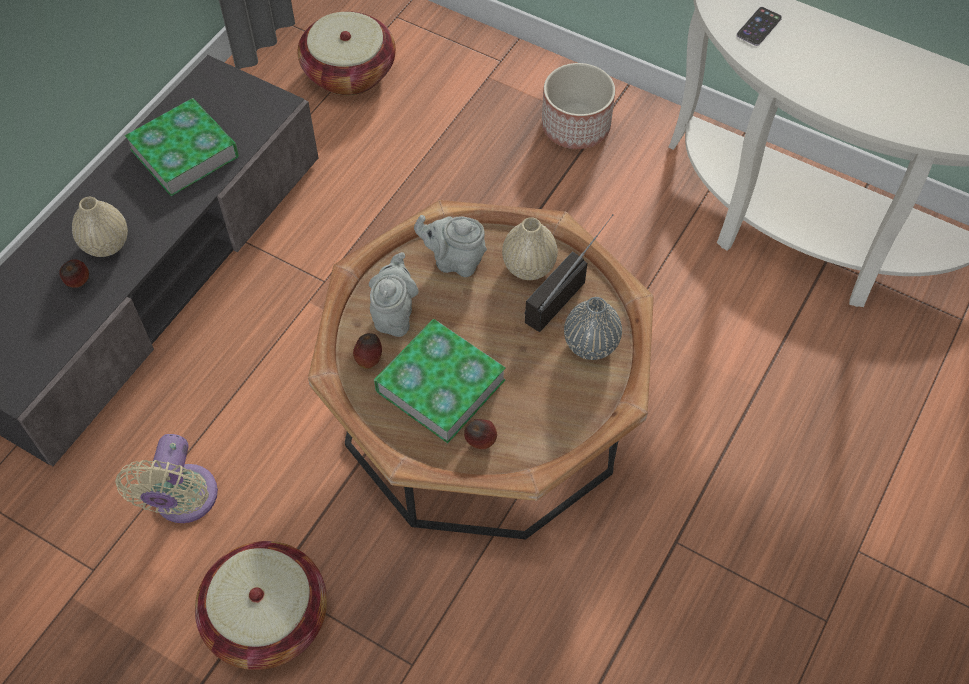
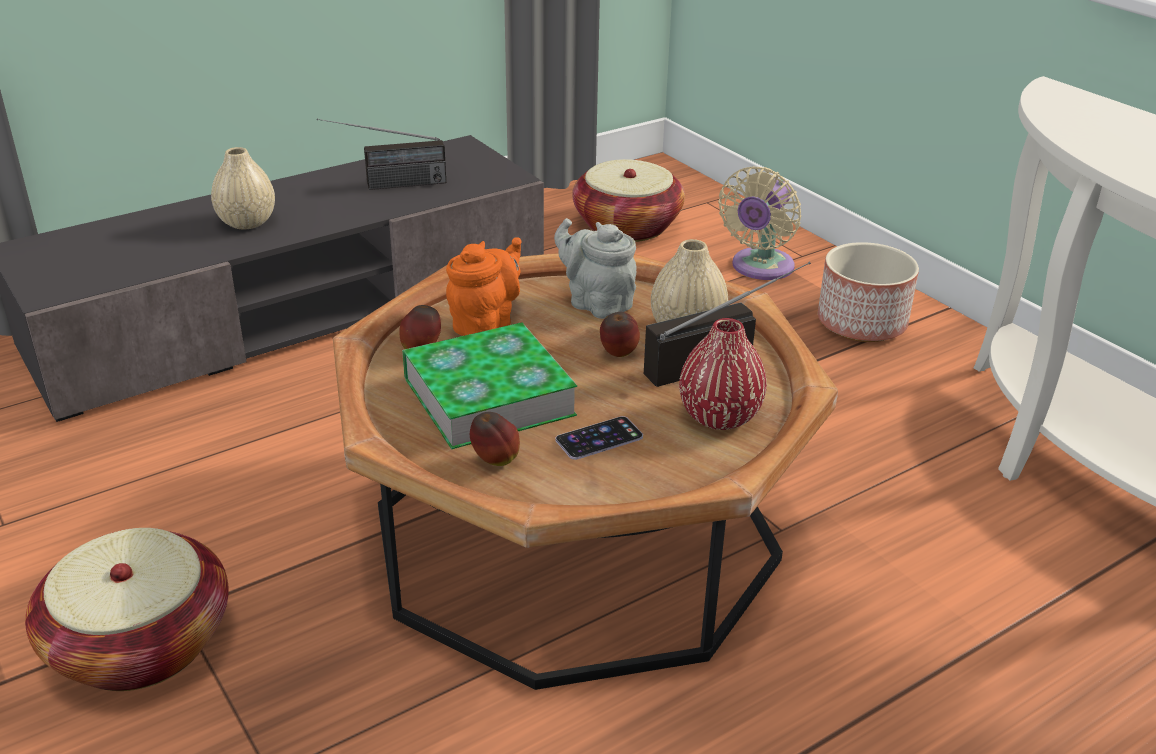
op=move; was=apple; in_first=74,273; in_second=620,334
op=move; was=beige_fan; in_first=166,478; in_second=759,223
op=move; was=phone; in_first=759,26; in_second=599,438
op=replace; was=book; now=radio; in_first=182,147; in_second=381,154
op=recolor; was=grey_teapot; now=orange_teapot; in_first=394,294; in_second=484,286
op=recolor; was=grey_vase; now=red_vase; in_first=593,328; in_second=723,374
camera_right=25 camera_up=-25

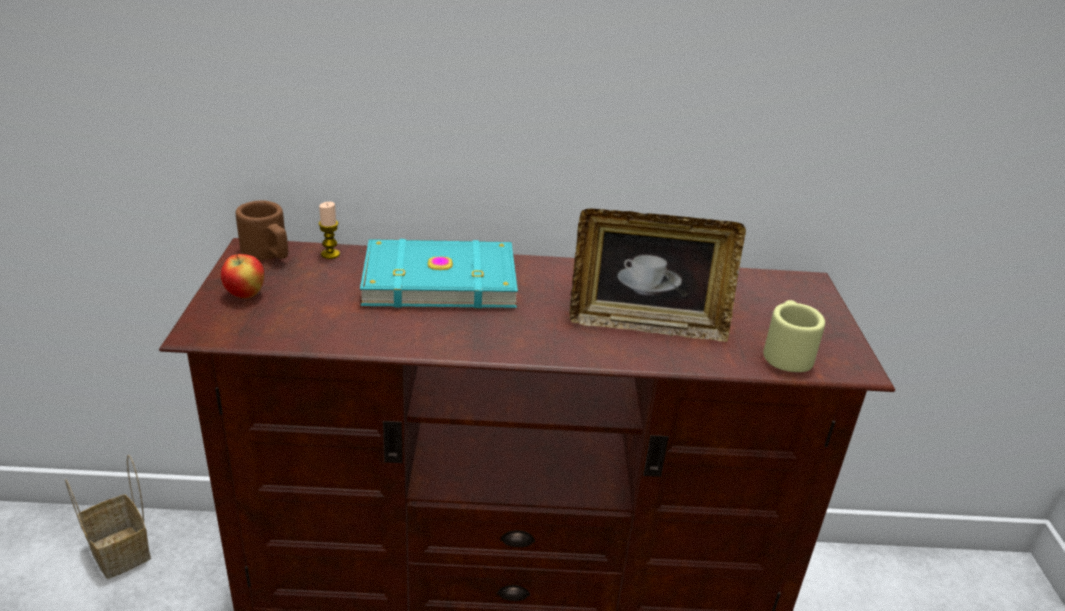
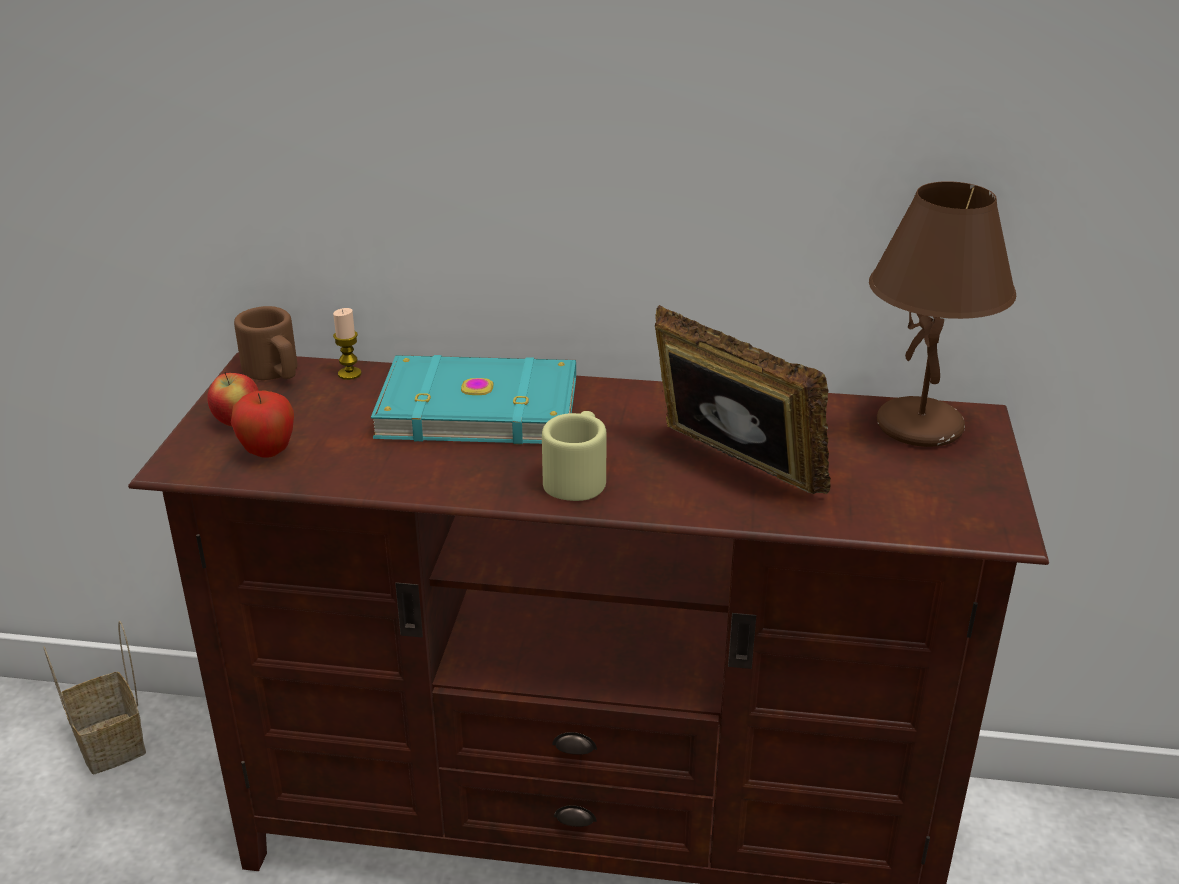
op=insert; now=apple; in_second=262,424
op=insert; now=brown_table_lamp; in_second=942,314
op=move; was=beige_mug; in_first=794,336; in_second=574,456
op=rotate; was=picture_frame; in_first=658,275; in_second=743,399; clockwise=-150
camera_right=10 camera_up=0

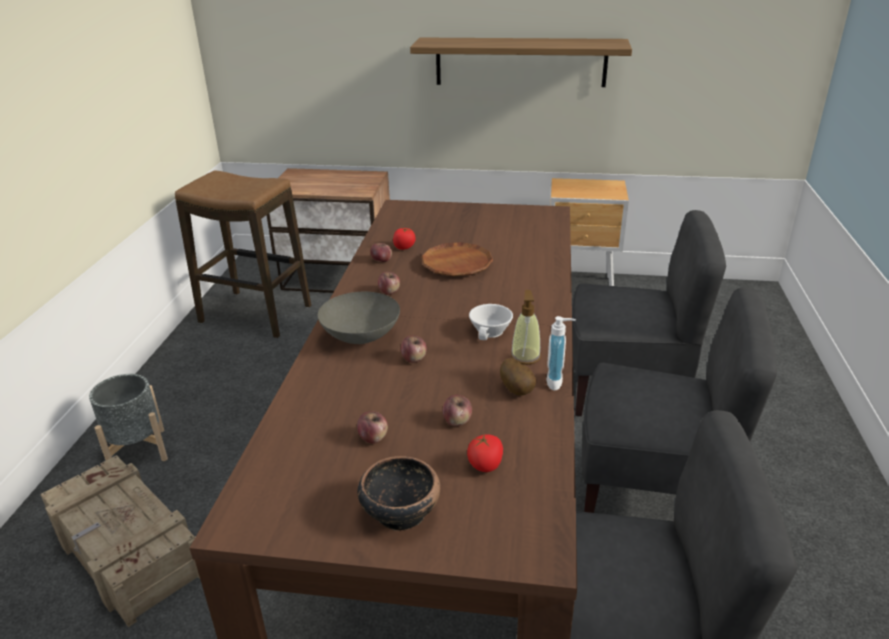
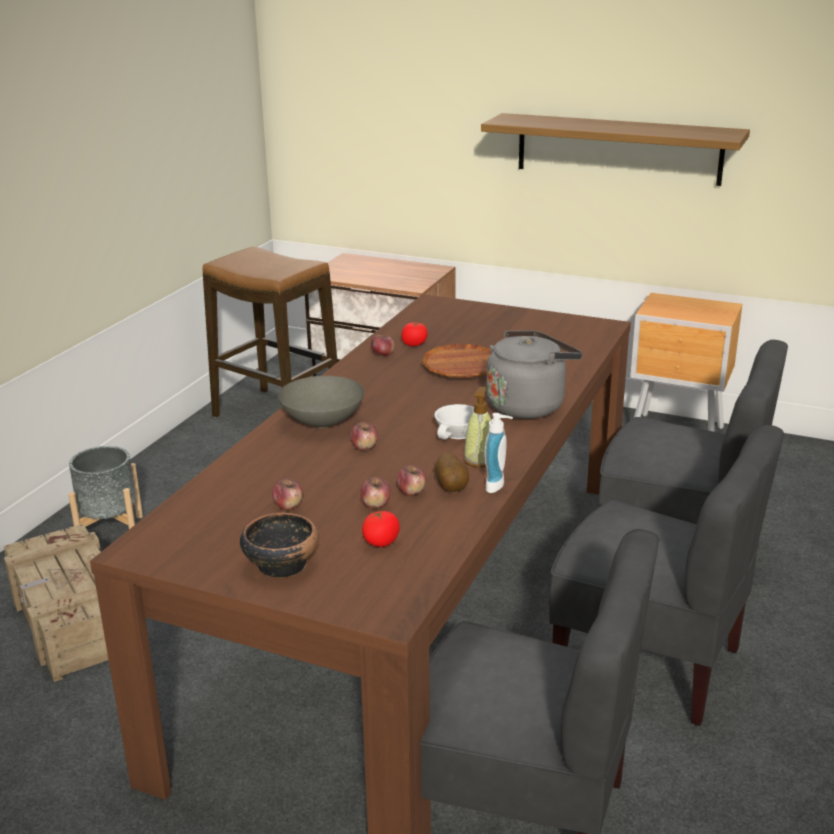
op=insert; now=grey_kettle; in_second=534,374
op=move; was=apple; in_first=389,283; in_second=411,480
camera_right=15 camera_up=-5

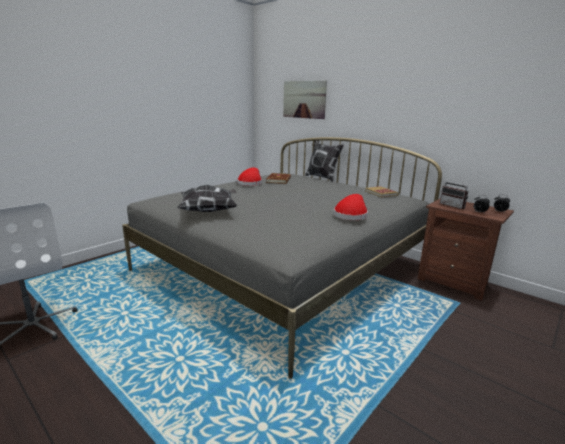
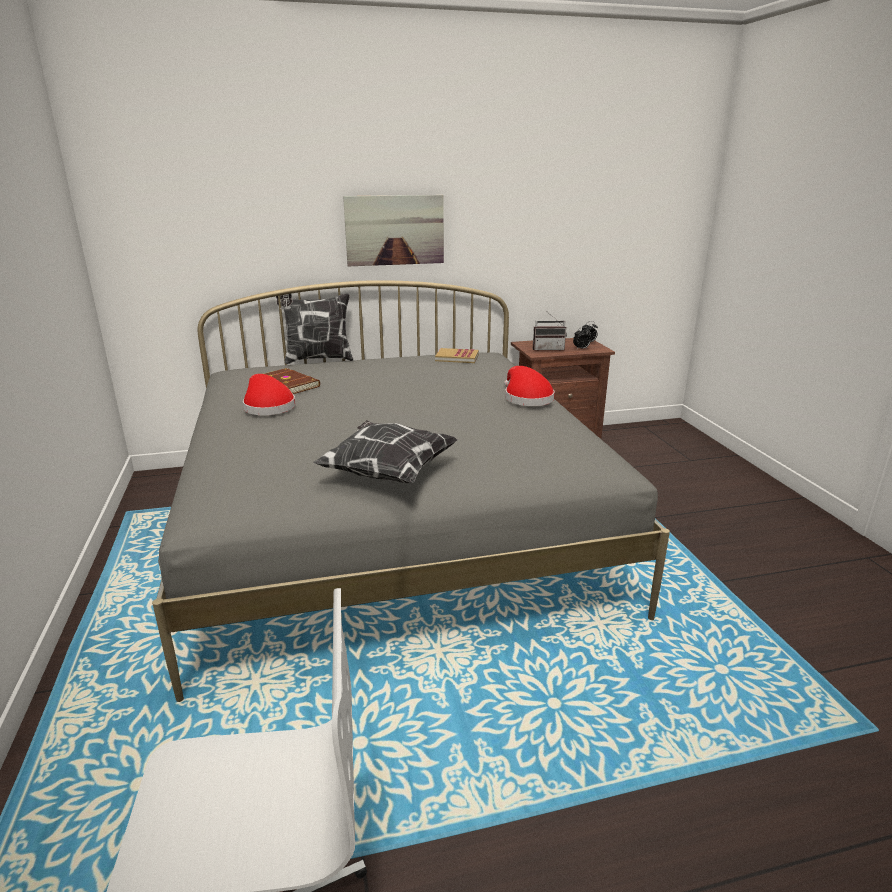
op=move; was=picture; in_first=305,99; in_second=393,230
camera_right=-55 camera_up=5

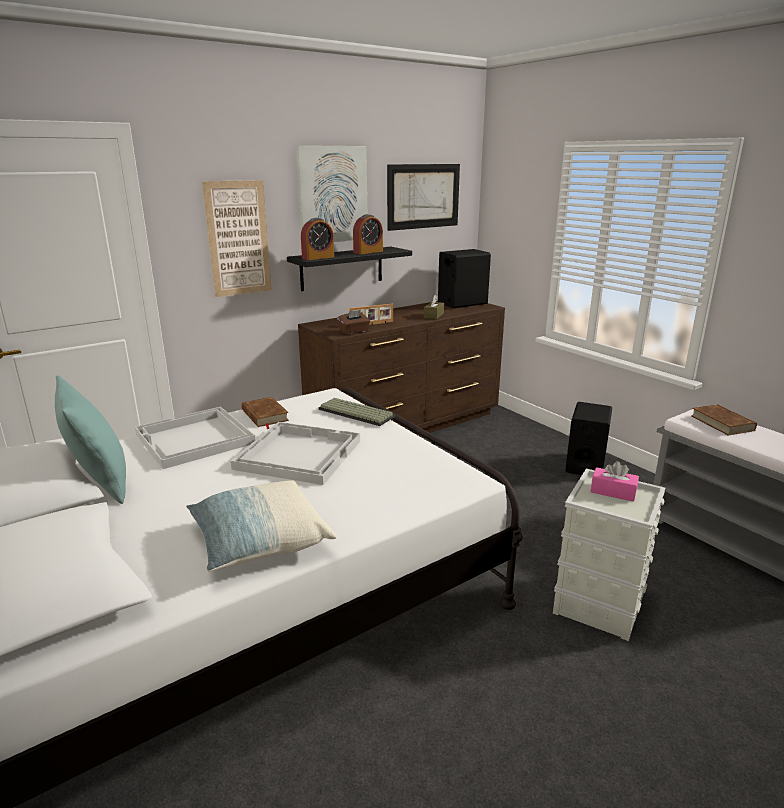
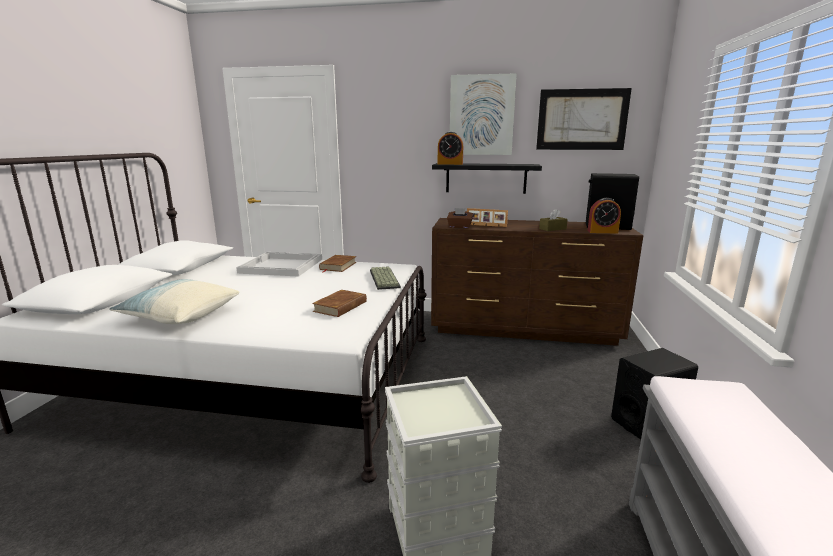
op=delete; was=turquoise_pillow; in_first=90,439
op=delete; was=picture; in_first=237,238
op=delete; was=white_tray; in_first=295,453
op=delete; was=pink_tissue_box; in_first=614,481
op=move; was=alarm_clock; in_first=368,234; in_second=604,215
op=move; was=brown_book; in_first=724,419; in_second=339,303
camera_right=45 camera_up=-5

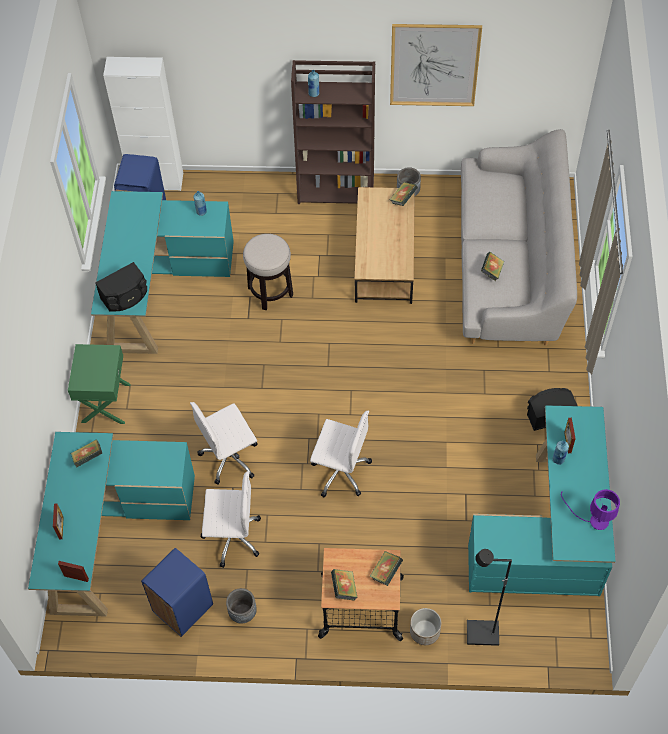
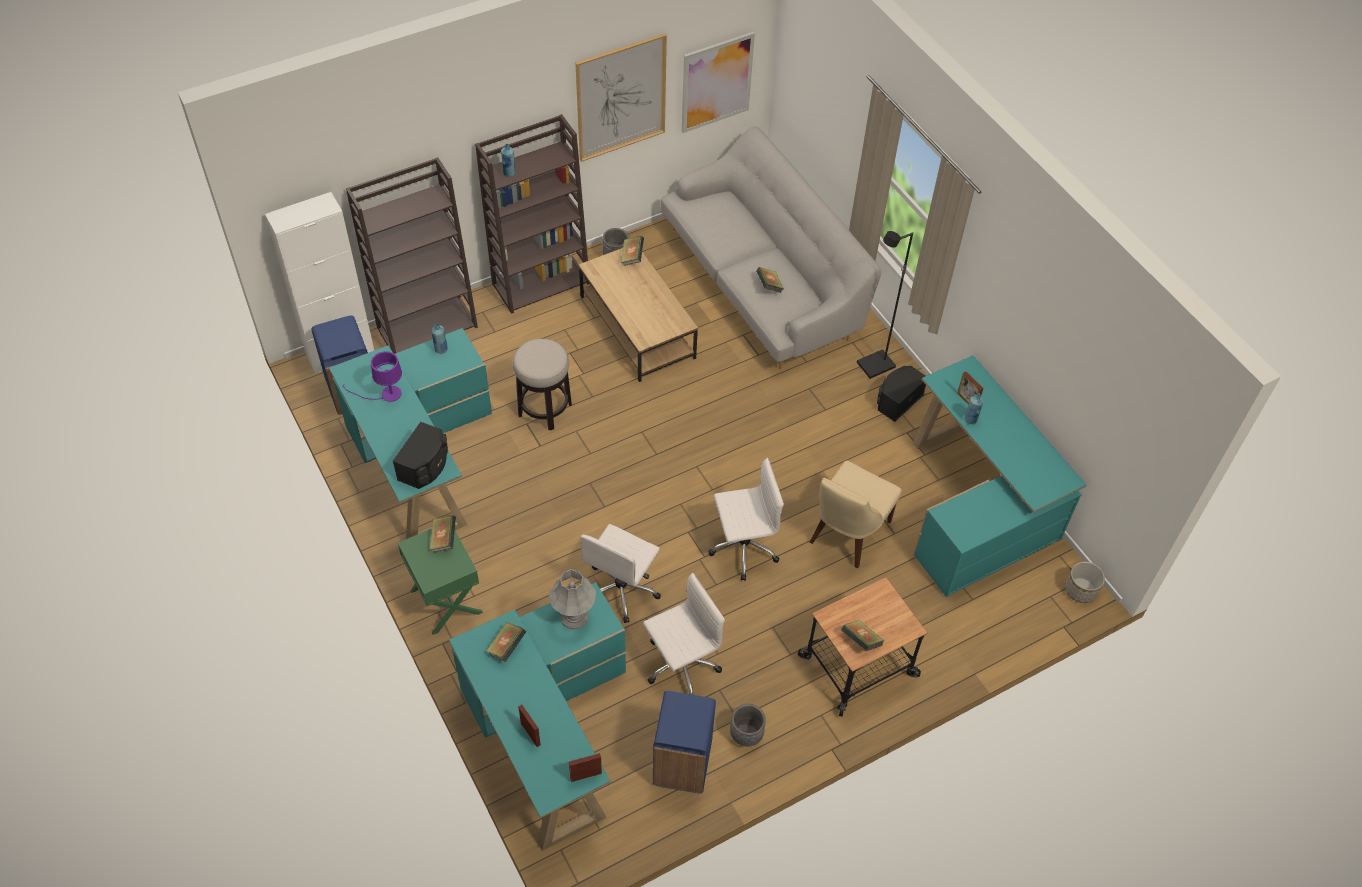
op=insert; now=brown_bookcase; in_second=412,255
op=insert; now=grey_table_lamp; in_second=572,599
op=insert; now=picture; in_second=718,82
op=insert; now=beige_chair; in_second=856,514
op=move; was=book; in_first=386,568; in_second=442,533
op=move; was=planter; in_first=425,626; in_second=1085,582
op=move; was=black_floor_lamp; in_first=489,597; in_second=885,305
op=move; was=purple_table_lamp; in_first=590,509; in_second=372,376
camera_right=-35 camera_up=-5

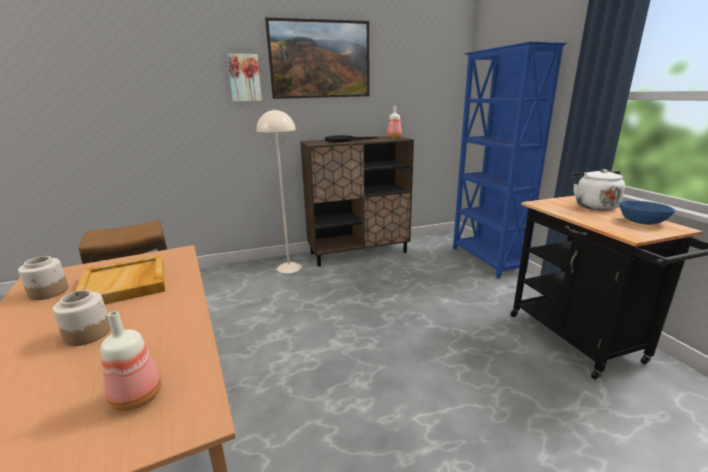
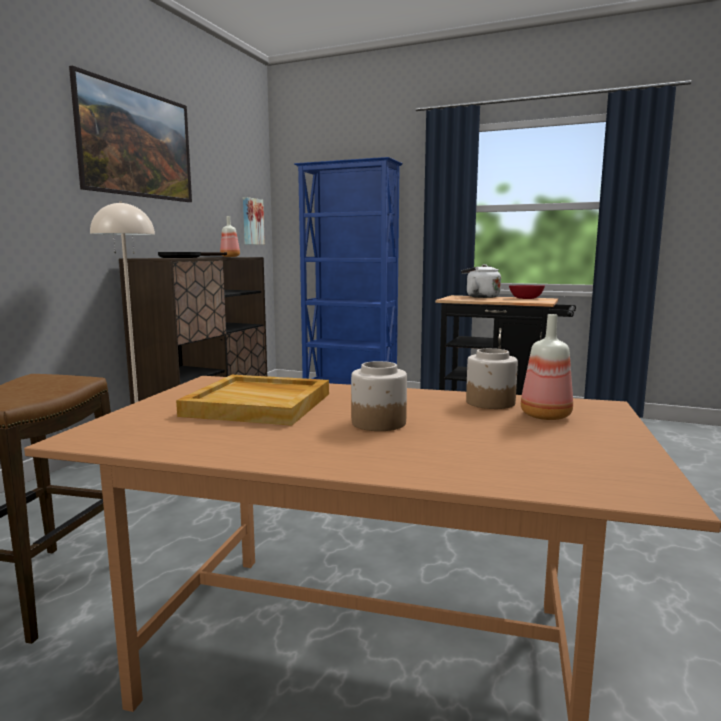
op=move; was=jar; in_first=43,278; in_second=492,378
op=move; was=picture; in_first=244,78; in_second=254,221
op=recolor; was=blue_bowl; now=red_bowl; in_first=647,213; in_second=527,292
camera_right=-50 camera_up=-10

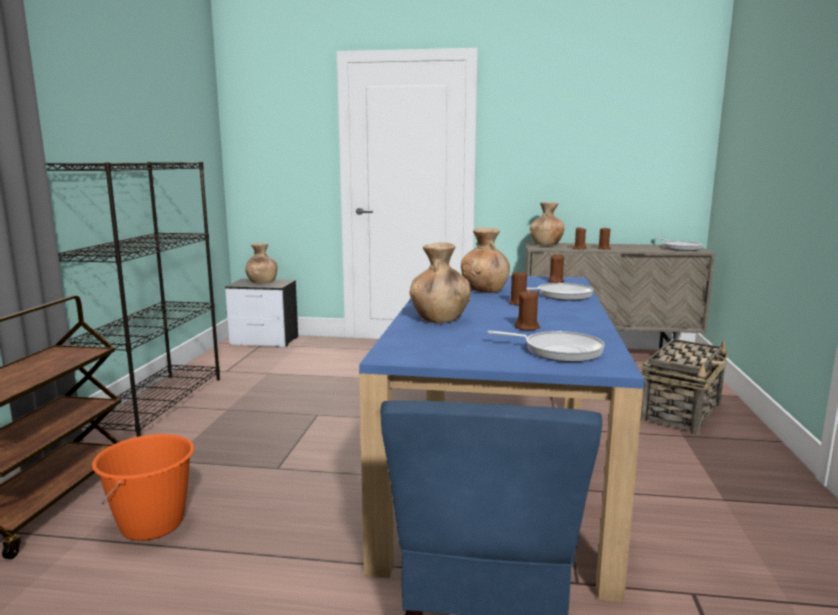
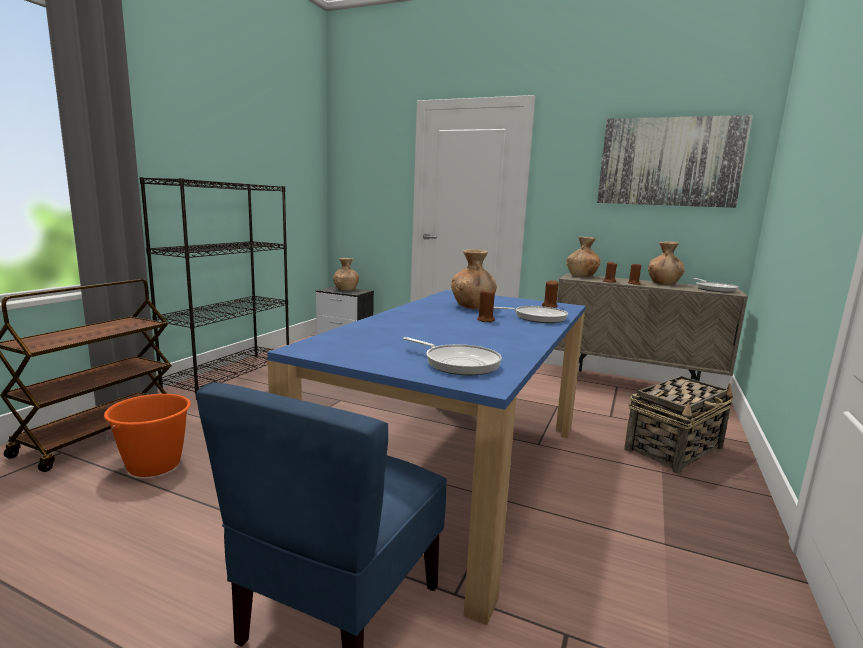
op=delete; was=brown_candle; in_first=527,309
op=insert; now=picture; in_second=675,161
op=move; was=brown_vase; in_first=440,282; in_second=666,263
camera_right=15 camera_up=0

